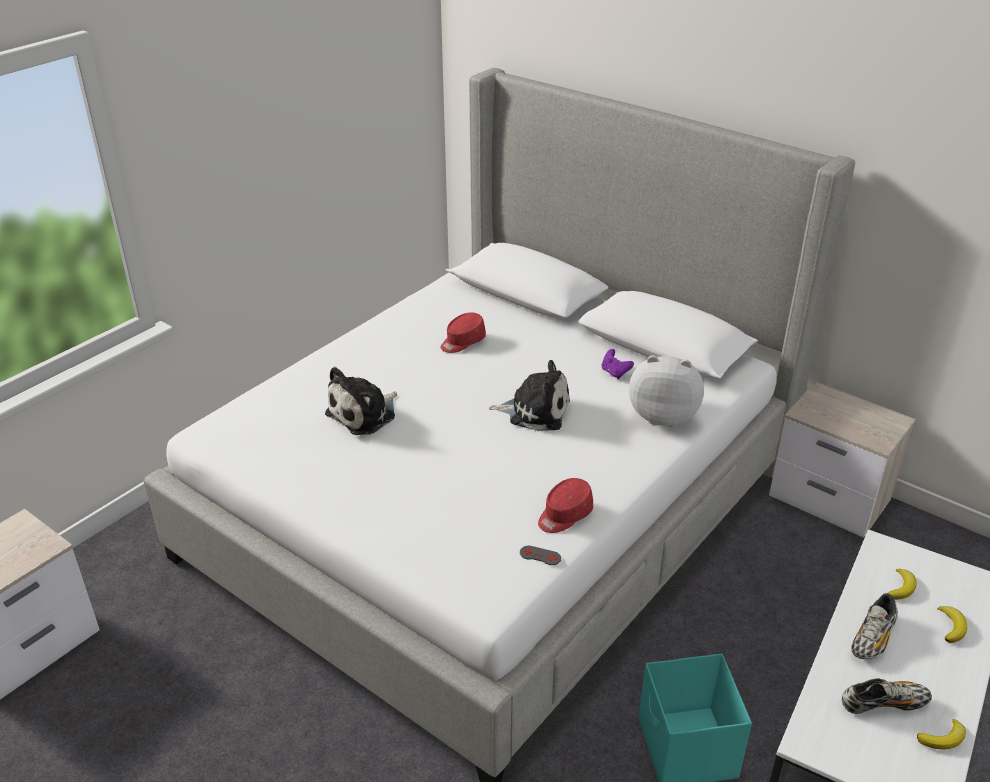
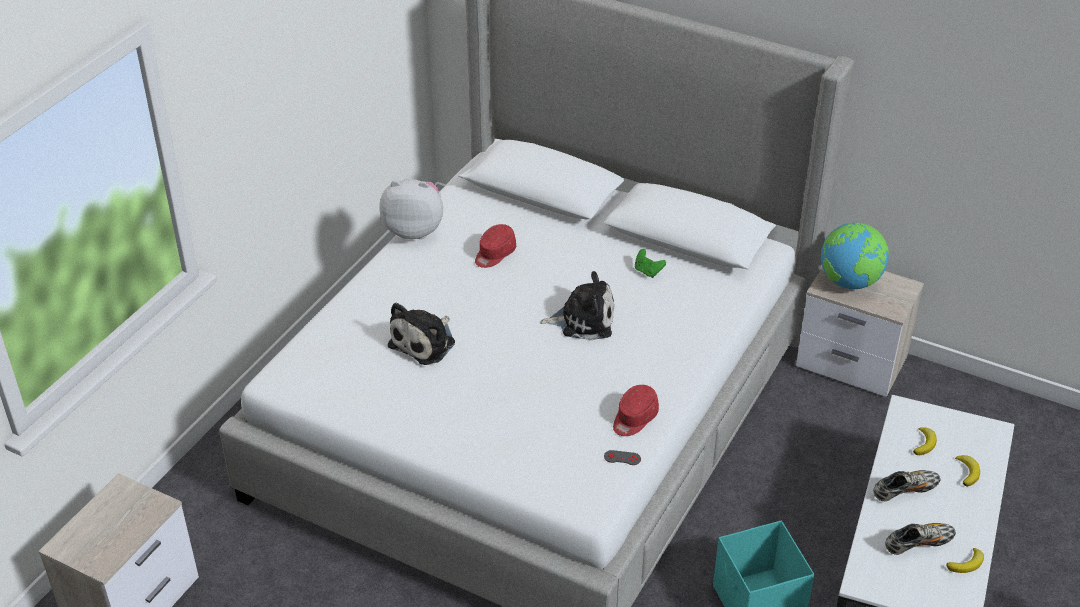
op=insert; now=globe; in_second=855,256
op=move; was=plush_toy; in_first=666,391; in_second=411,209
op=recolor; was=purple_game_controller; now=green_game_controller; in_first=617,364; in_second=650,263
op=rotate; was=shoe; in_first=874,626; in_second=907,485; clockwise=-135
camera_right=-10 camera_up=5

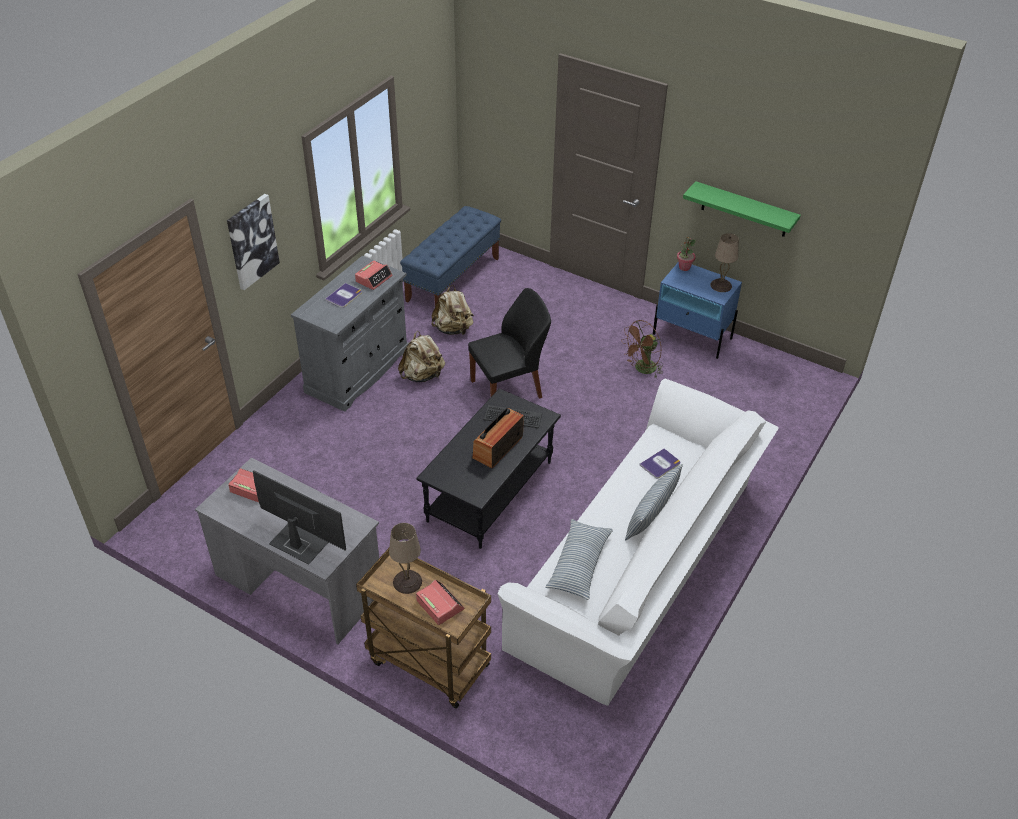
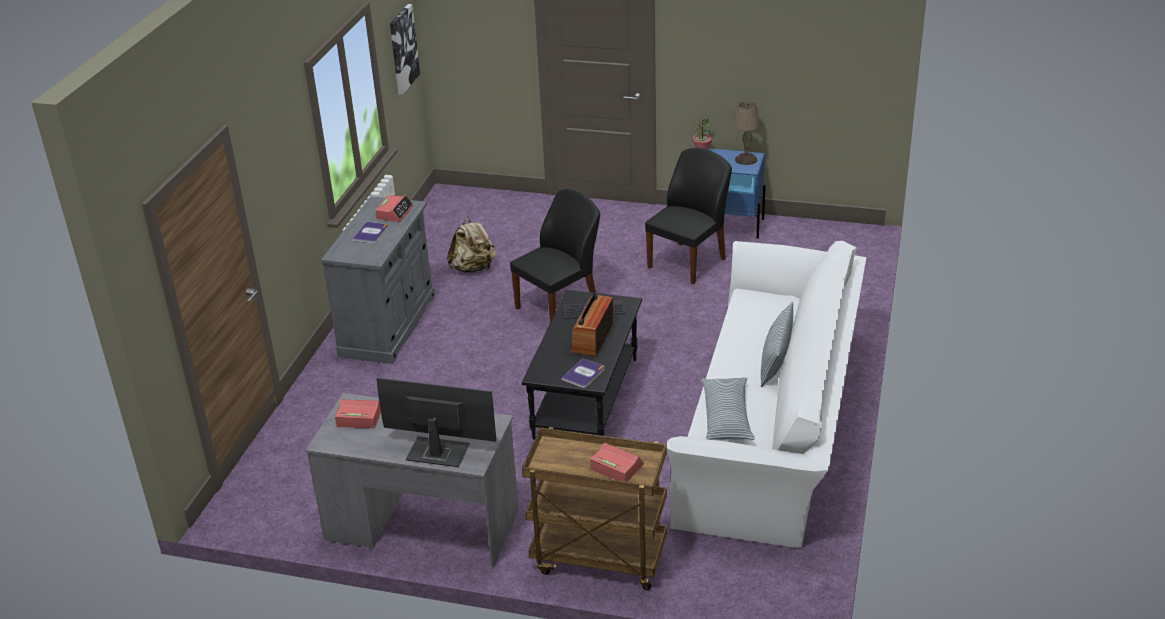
op=delete; was=beige_table_lamp; in_first=405,558
op=delete; was=beige_backpack; in_first=421,356
op=delete; was=blue_bench; in_first=450,256
op=delete; was=green_shelf; in_first=742,209
op=move; was=picture; in_first=253,242; in_second=405,49
op=move; was=book; in_first=660,463; in_second=583,373
op=replace; was=brown_fan; now=black_chair; in_first=642,349; in_second=688,216
camera_right=-15 camera_up=-10

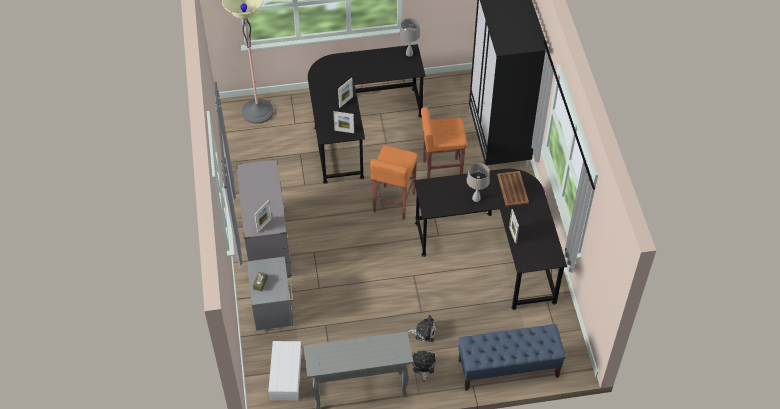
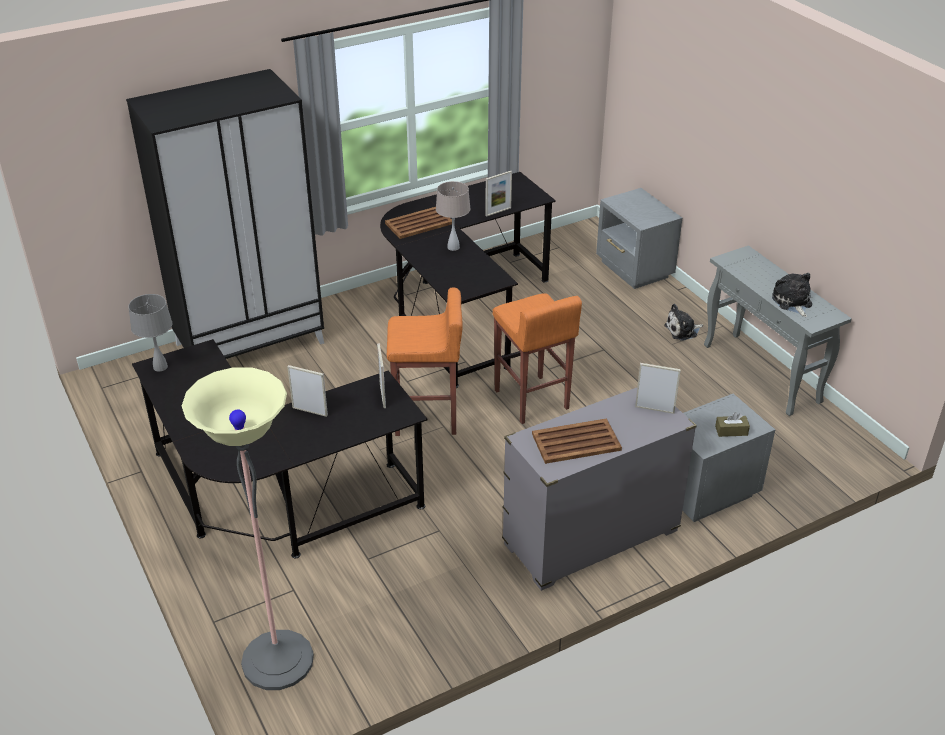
op=delete; was=white_storage_box; in_first=285,370
op=insert; now=brown_tray; in_second=577,441
op=move; was=plush_toy; in_first=422,328; in_second=792,295
op=move; was=orange_stool; in_first=444,142; in_second=537,358
op=replace; was=blue_bench; now=grey_nightstand; in_first=512,357; in_second=639,238
camera_right=-110 camera_up=-15

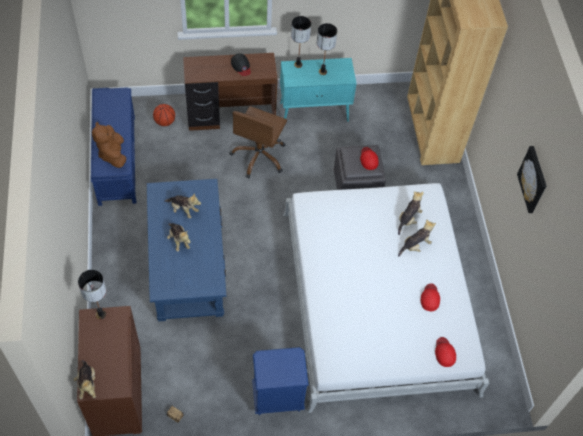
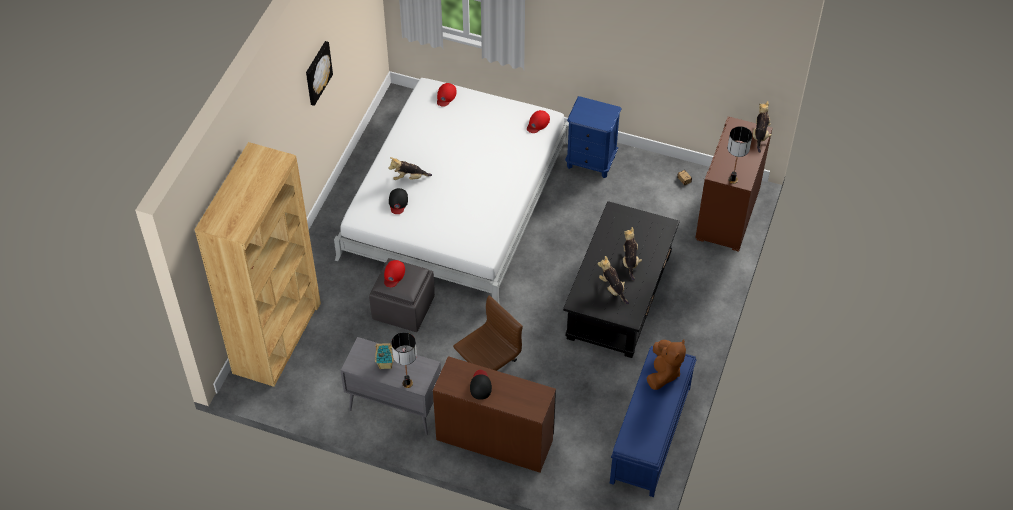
op=delete; was=basketball; in_first=164,115
op=move; was=red_cap; in_first=430,297; in_second=538,121
op=replace; was=table_lamp; now=toy_house; in_first=327,49; in_second=384,356
op=replace; was=plush_toy; now=black_cap; in_first=411,213; in_second=398,201
op=recolor; was=blue_coffee_table; now=black_coffee_table; in_first=186,250; in_second=621,279
op=recolor; was=turquoise_cabinet; now=grey_cabinet; in_first=318,90; in_second=390,386
camera_right=-150 camera_up=-5

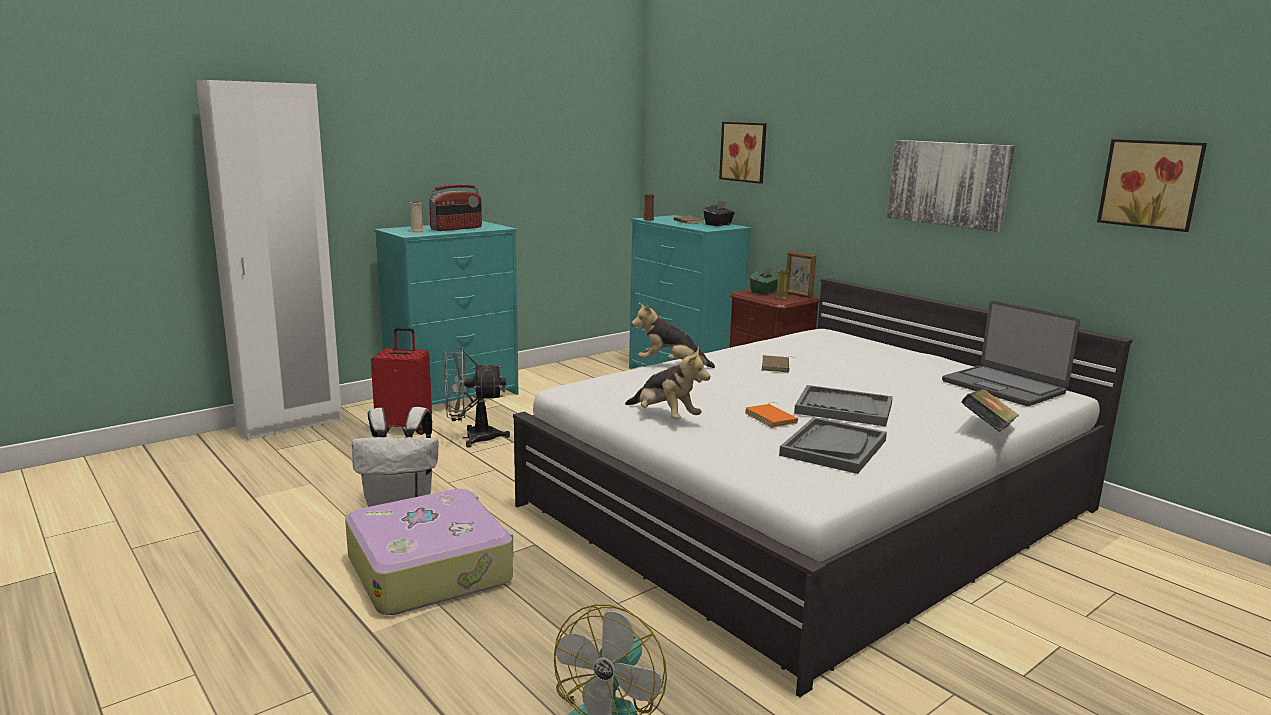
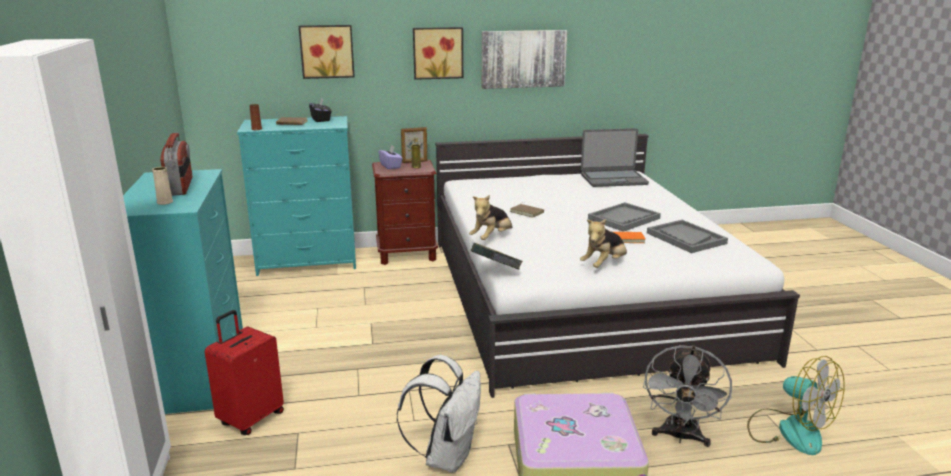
op=move; was=grey_fan; in_first=477,397; in_second=687,396
op=move; was=book; in_first=990,410; in_second=497,256
op=move; was=picture; in_first=1152,185; in_second=438,53
op=recolor; was=green_tissue_box; now=purple_tissue_box; in_first=764,280; in_second=390,157
op=rotate; was=plush_toy; in_first=667,383; in_second=603,243; clockwise=150
camera_right=-60 camera_up=5

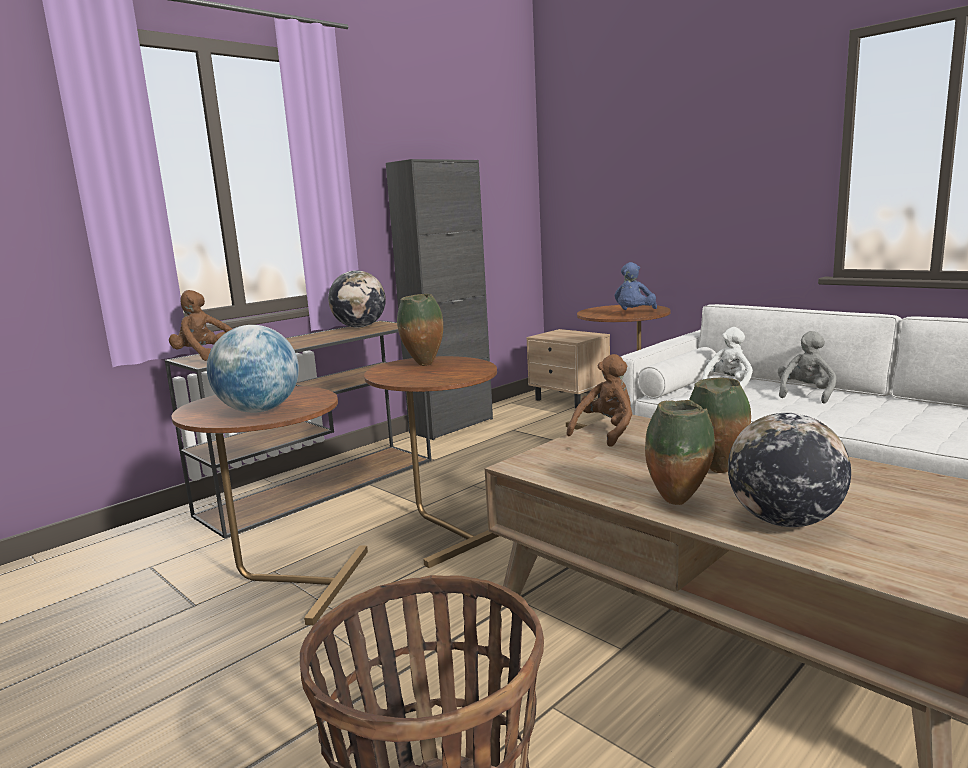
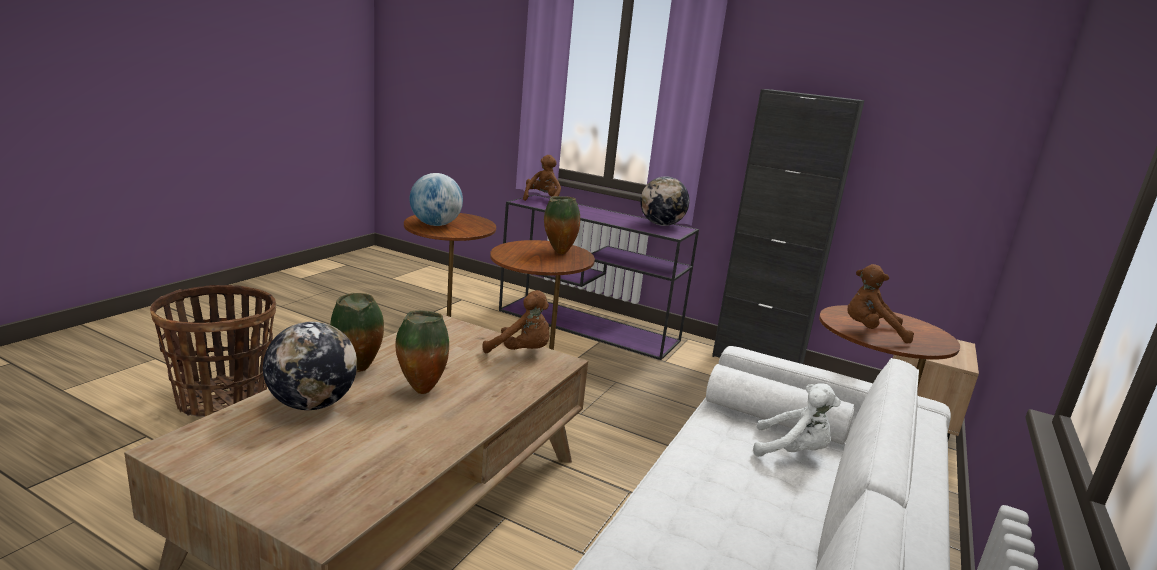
op=delete; was=grey_plush_toy; in_first=807,367
op=recolor; was=brown_console_table; now=purple_console_table; in_first=298,429; in_second=599,277
op=recolor; was=blue_plush_toy; now=brown_plush_toy; in_first=635,286; in_second=880,303
camera_right=70 camera_up=5

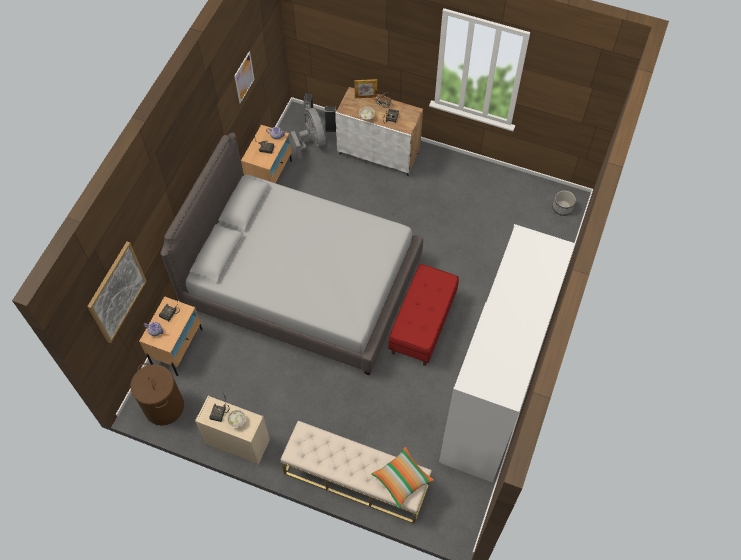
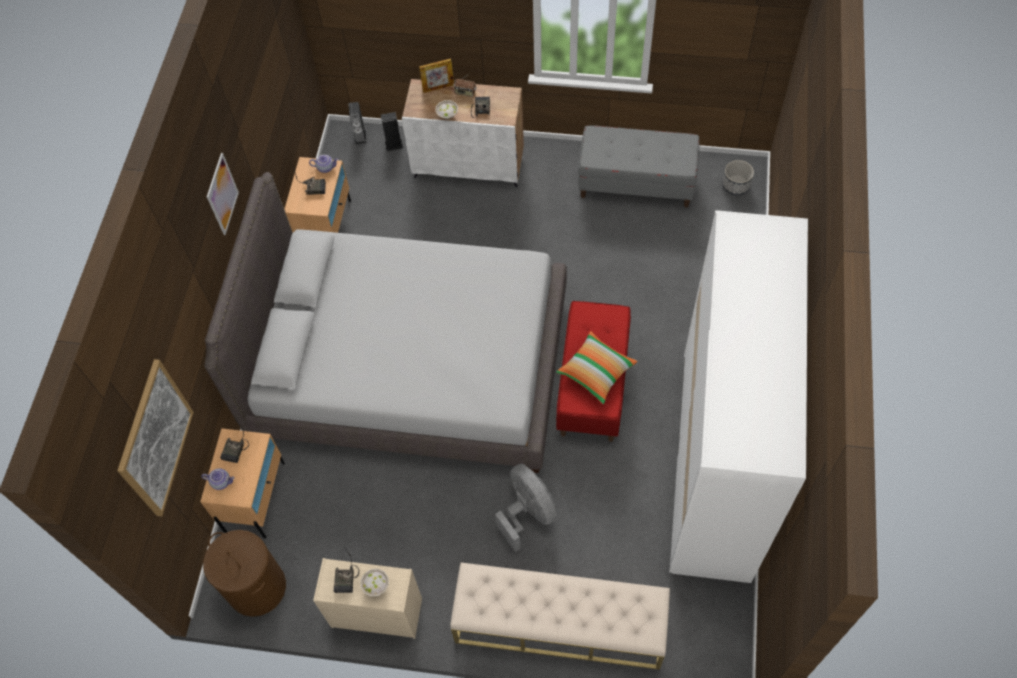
op=insert; now=grey_bench; in_second=638,166
op=move; was=picture; in_first=244,78; in_second=223,194
op=move; was=grey_fan; in_first=308,133; in_second=526,508
op=move; was=pillow; in_first=402,477; in_second=597,367
camera_right=-10 camera_up=0

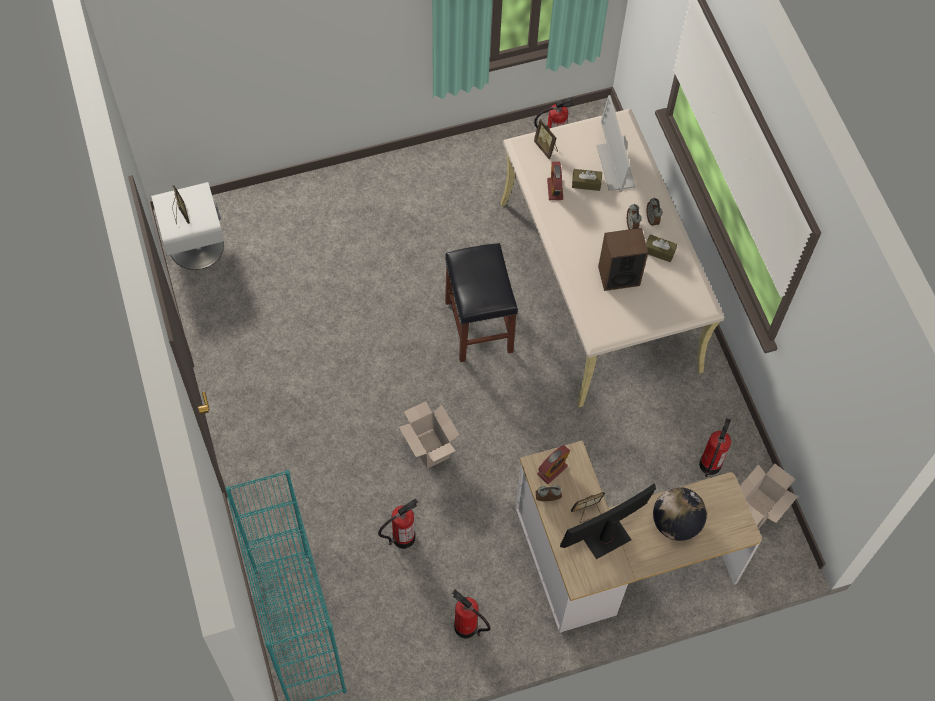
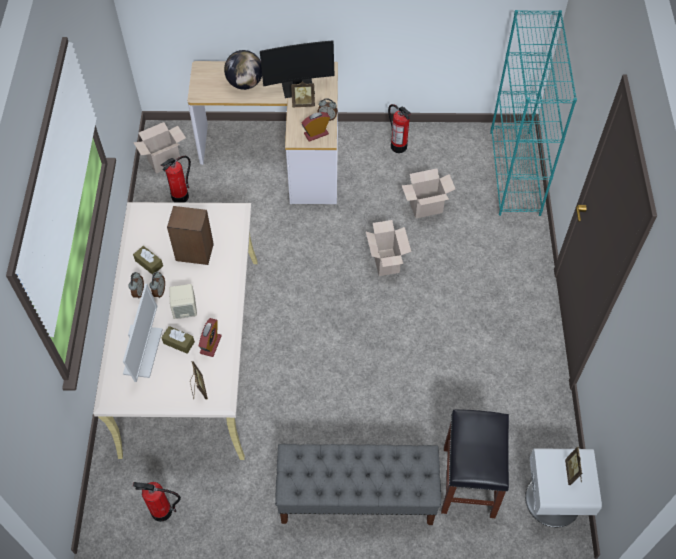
op=insert; now=beige_speaker; in_second=183,301
op=insert; now=grey_bench; in_second=358,484
op=move; was=black_stool; in_first=481,302; in_second=475,463
op=replace; was=fire_extinguisher; now=cardboard_box; in_first=398,523; in_second=428,193
camera_right=-160 camera_up=-5

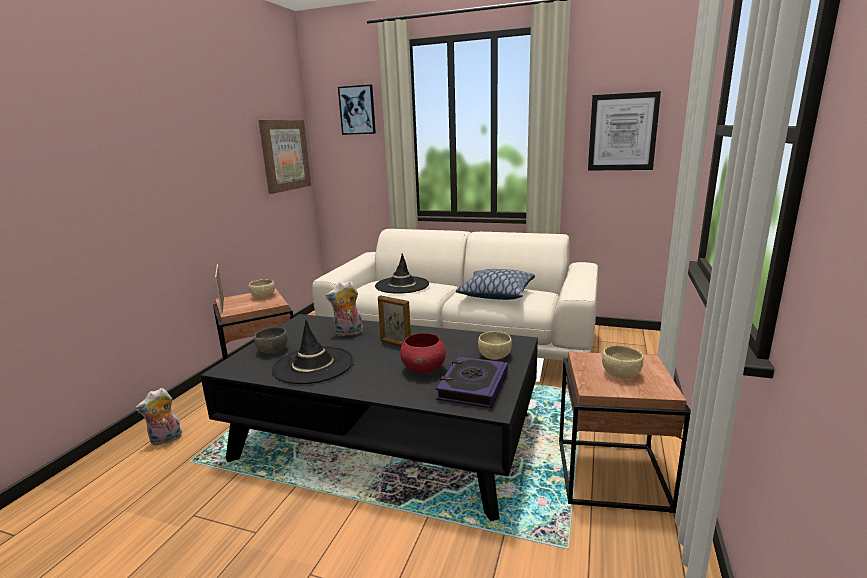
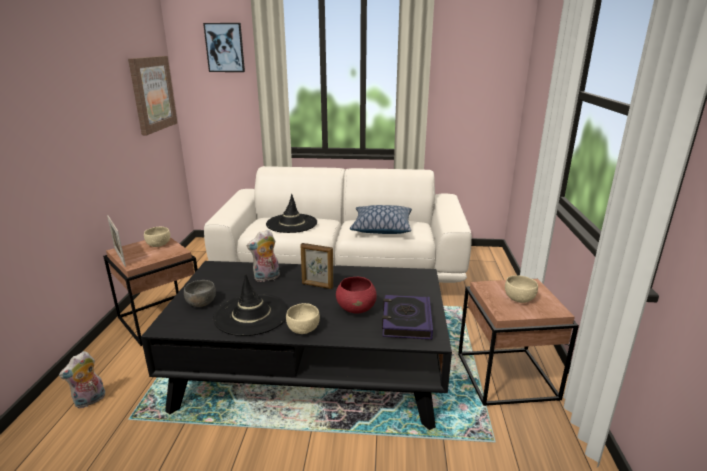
op=delete; was=picture; in_first=624,131
op=move; was=beige_bowl; in_first=495,345; in_second=303,318
camera_right=-15 camera_up=5

